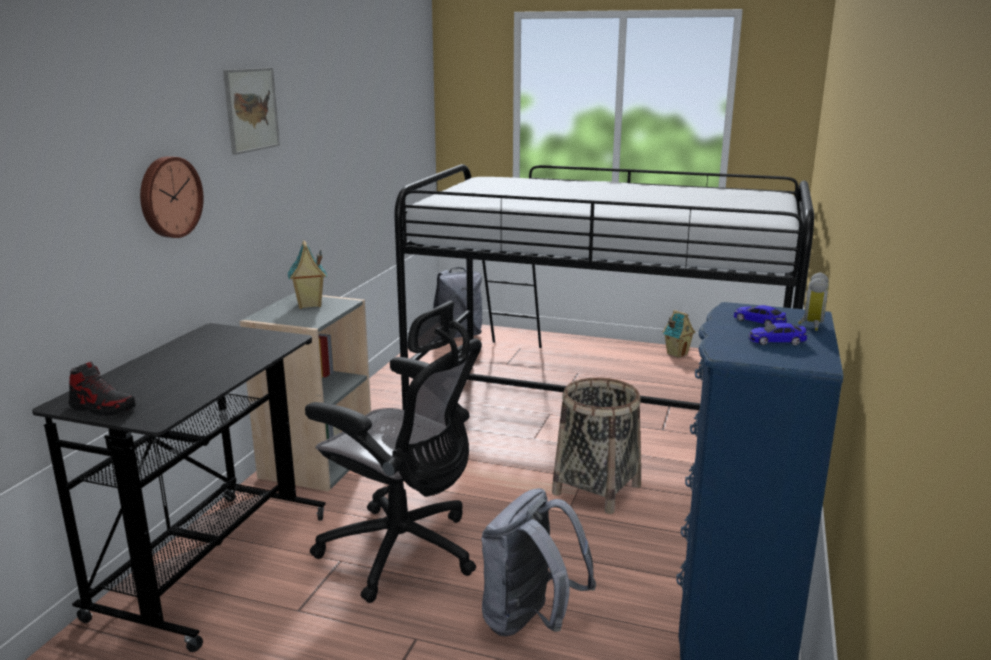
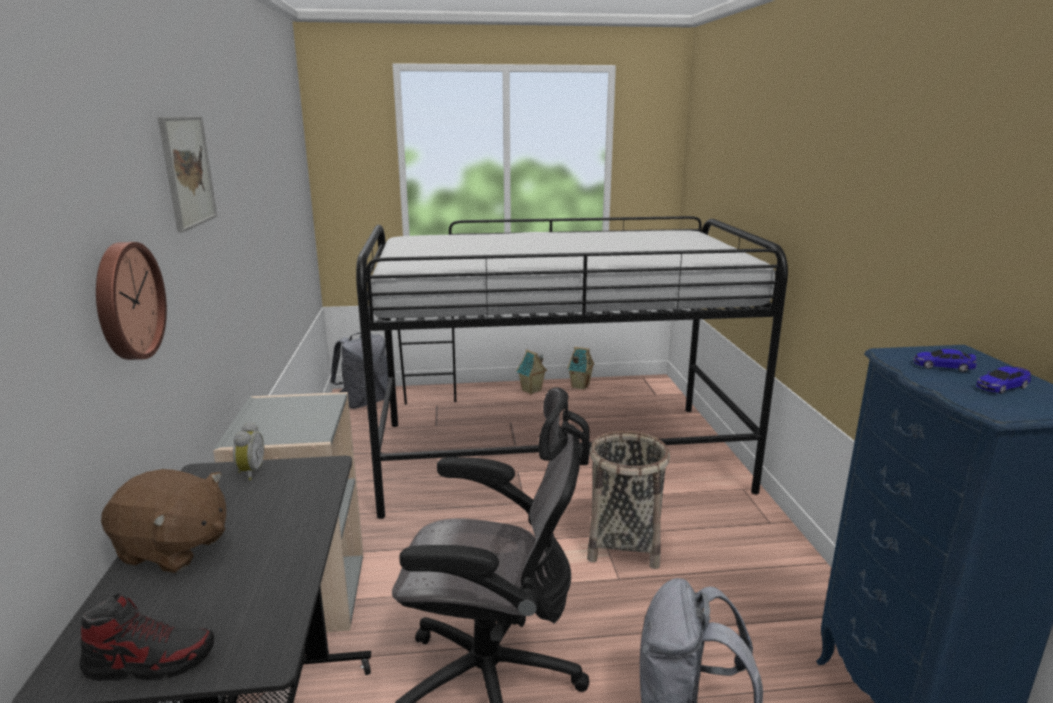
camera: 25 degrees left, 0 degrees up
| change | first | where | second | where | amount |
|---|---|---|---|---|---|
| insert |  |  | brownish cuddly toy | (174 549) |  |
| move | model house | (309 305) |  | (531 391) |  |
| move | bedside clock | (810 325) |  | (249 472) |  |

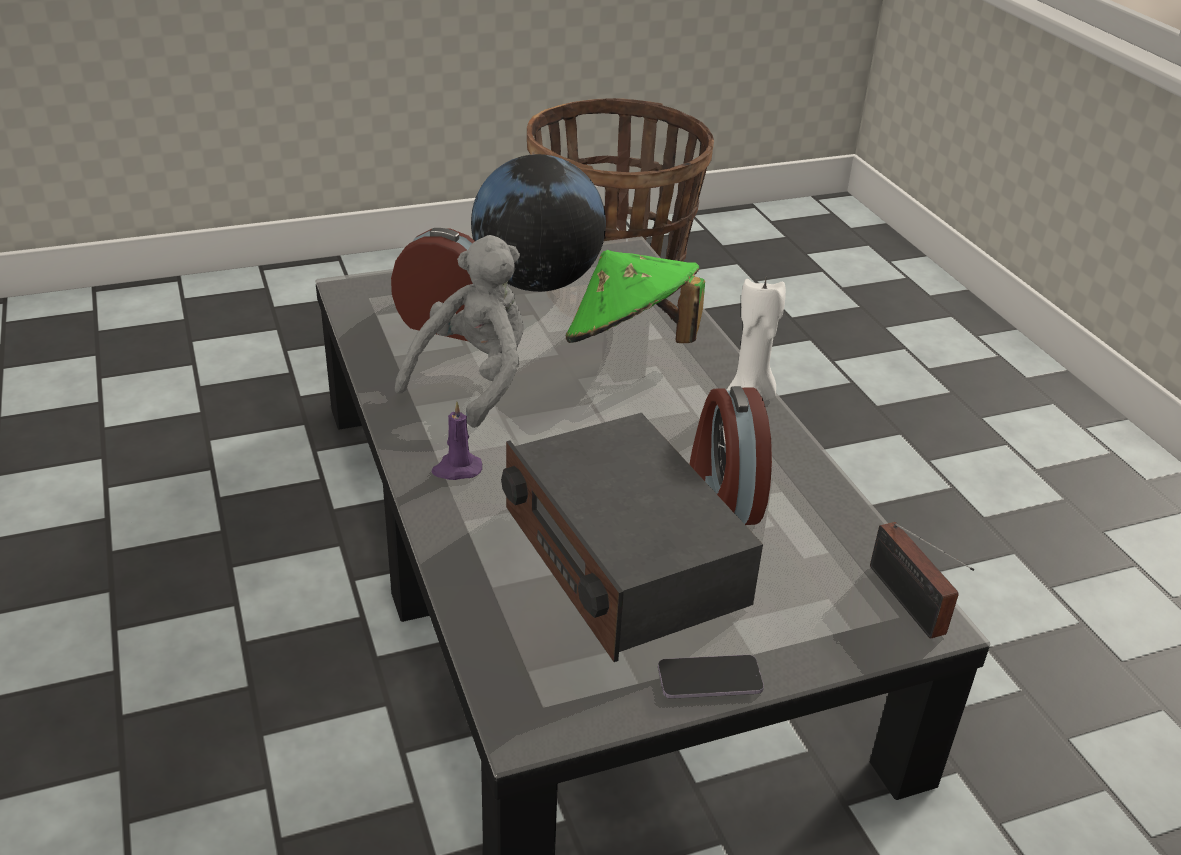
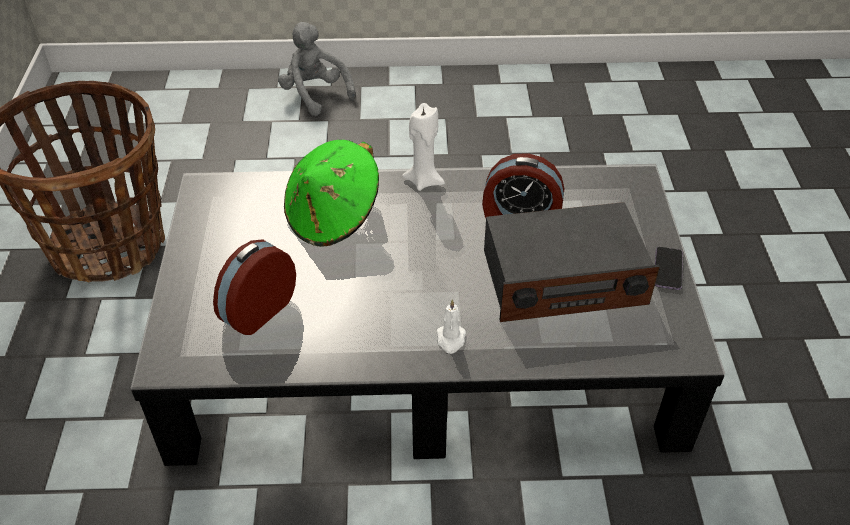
camera: 70 degrees left, 10 degrees up
| change | first | where | second | where | amount |
|---|---|---|---|---|---|
| delete | desk globe | (537 283) |  |  |  |
| delete | radio set | (909 604) |  |  |  |
| move | grey cuddly toy | (474 380) |  | (315 94) |  |
| recolor | purplish wax candle | (456 469) | white wax candle | (451 339) |  |

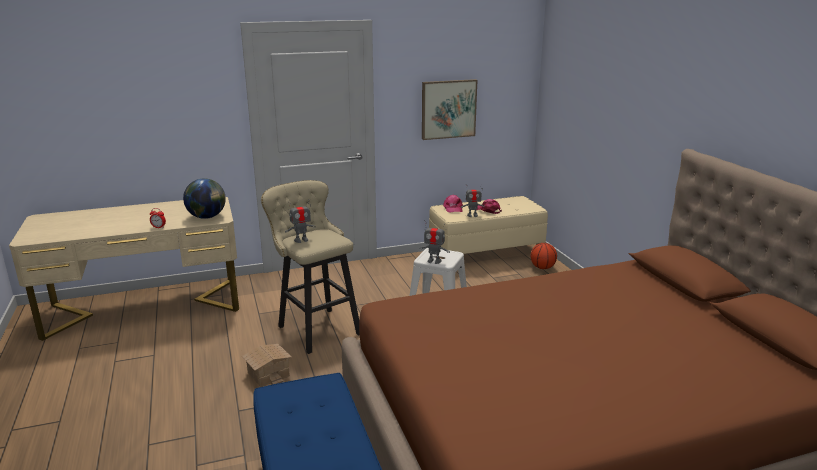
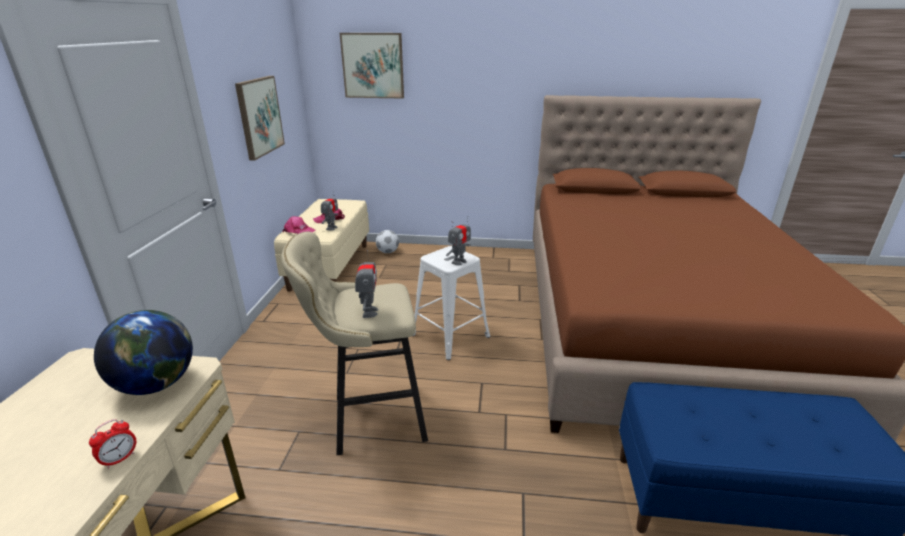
camera: 65 degrees left, 5 degrees up
| change | first | where | second | where | amount |
|---|---|---|---|---|---|
| delete | model house | (269 374) |  |  |  |
| insert |  |  | wall picture | (373 66) |  |
| replace | ball for basketball | (542 268) | football | (388 252) |  |

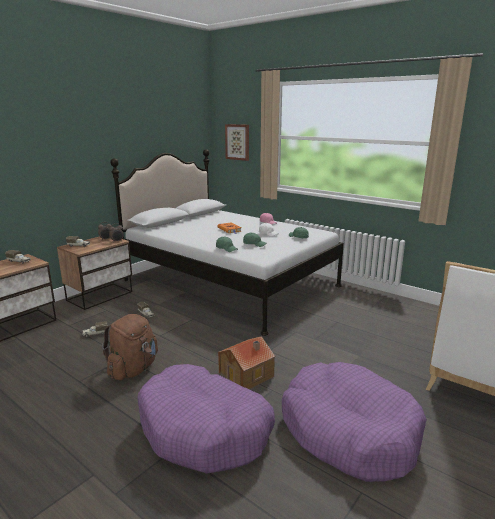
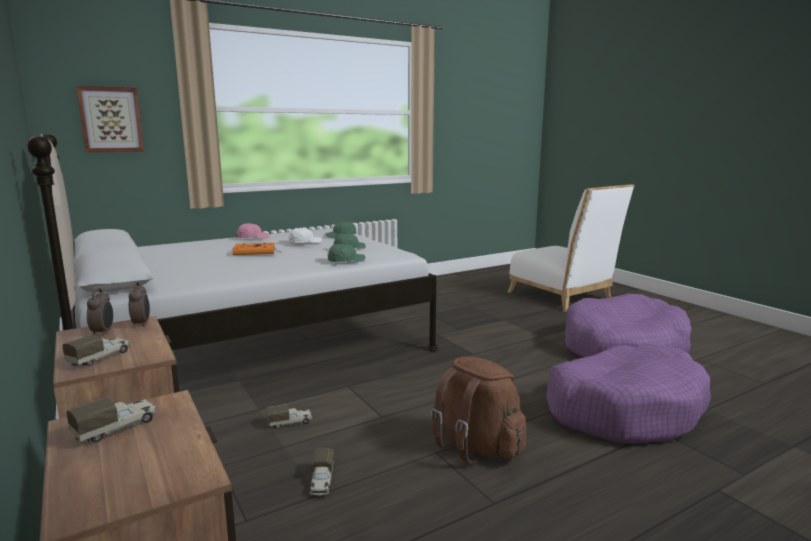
camera: 70 degrees left, 5 degrees down
| change | first | where | second | where | amount |
|---|---|---|---|---|---|
| delete | model house | (247 375) |  |  |  |

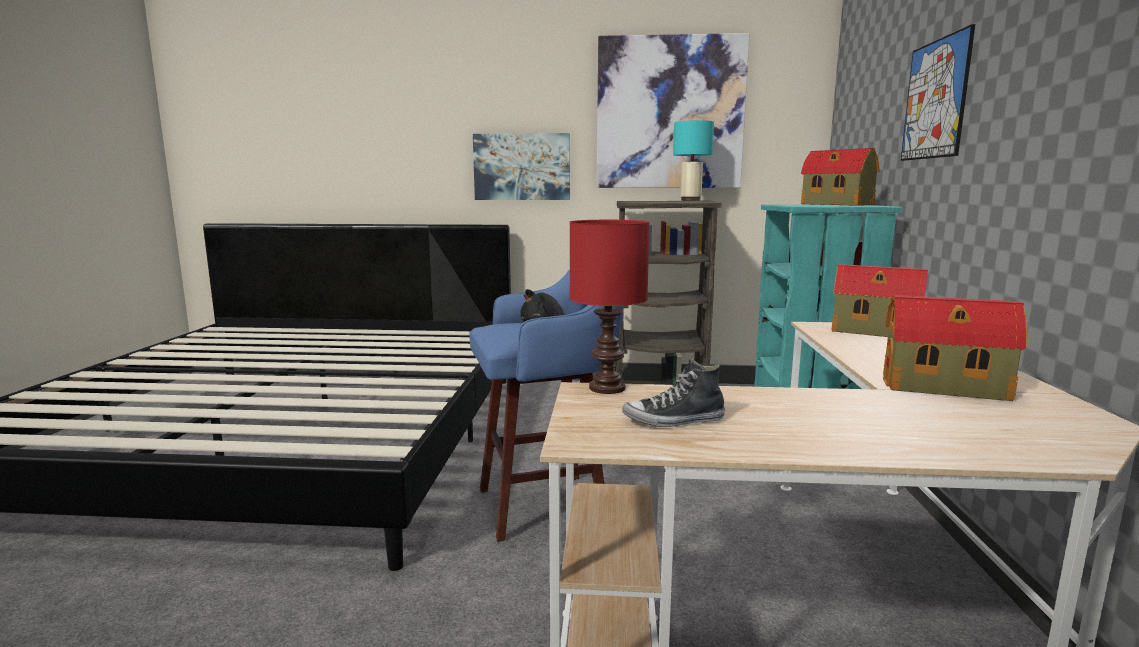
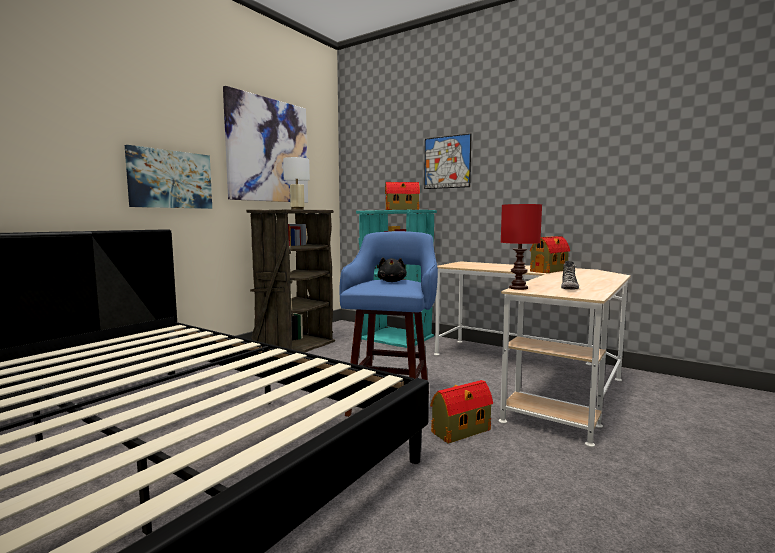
camera: 60 degrees left, 5 degrees down
| change | first | where | second | where | amount |
|---|---|---|---|---|---|
| move | model house | (872 331) |  | (460 431) |  |
| recolor | turquoise-coloured tabletop lamp | (690 200) | white tabletop lamp | (297 209) |  |

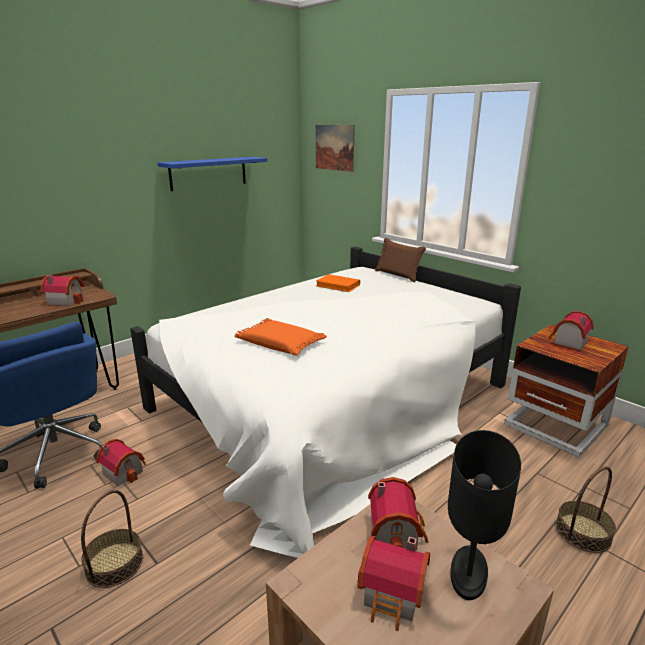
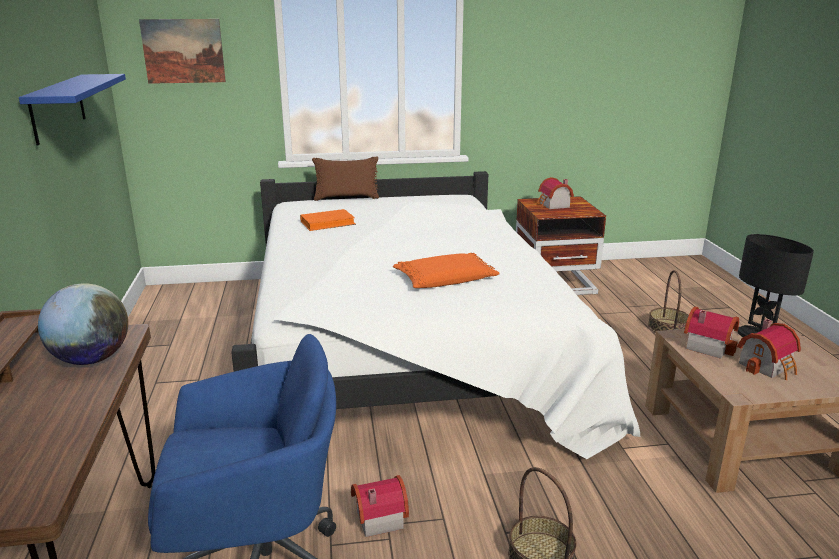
camera: 55 degrees left, 0 degrees up
| change | first | where | second | where | amount |
|---|---|---|---|---|---|
| replace | model house | (66 300) | desk globe | (91 359) |  |

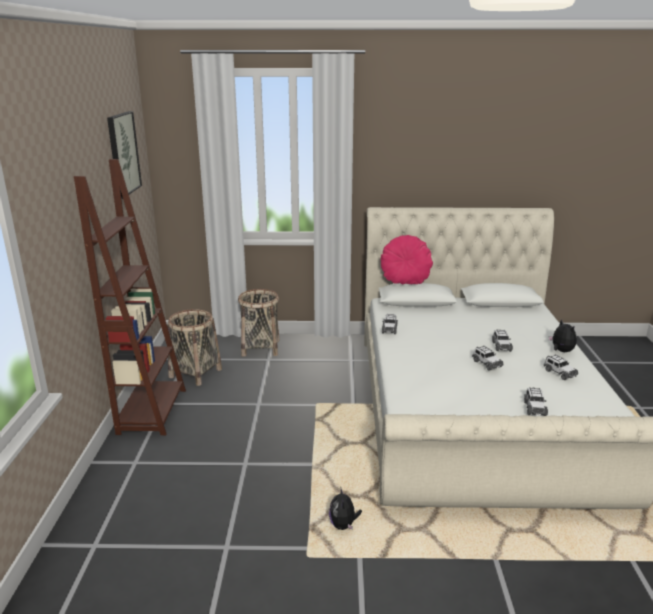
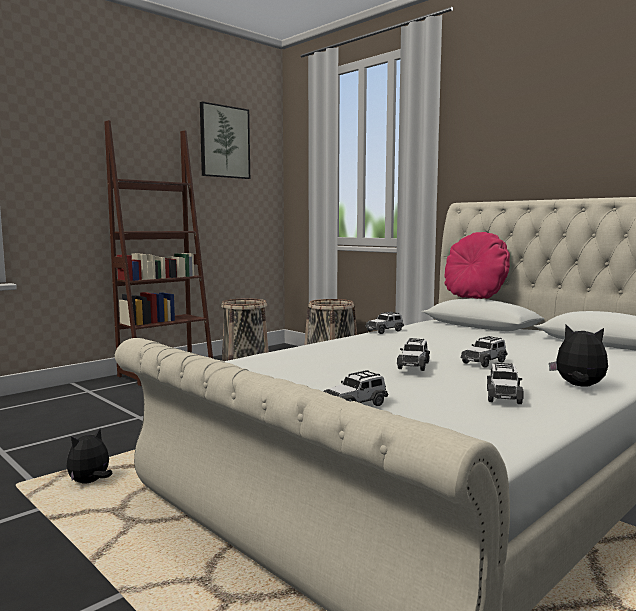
camera: 45 degrees right, 15 degrees down
| change | first | where | second | where | amount |
|---|---|---|---|---|---|
| rotate | cuddly toy | (561 351) |  | (579 386) | 75 degrees counterclockwise |

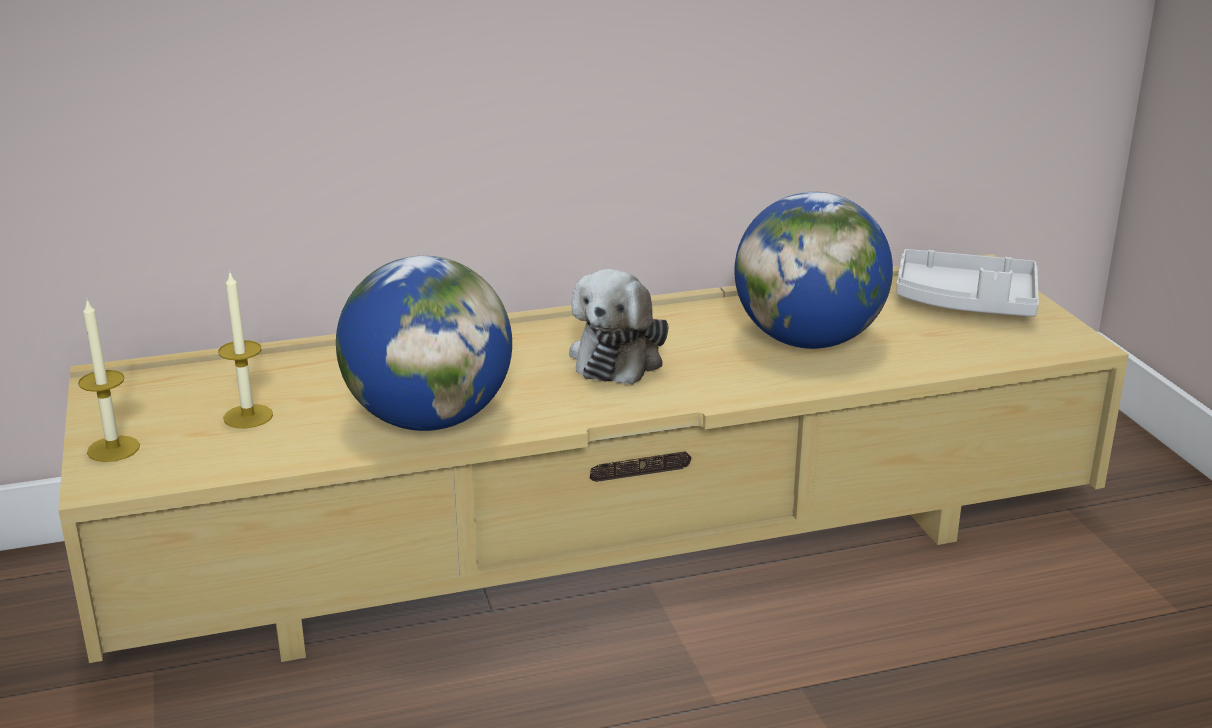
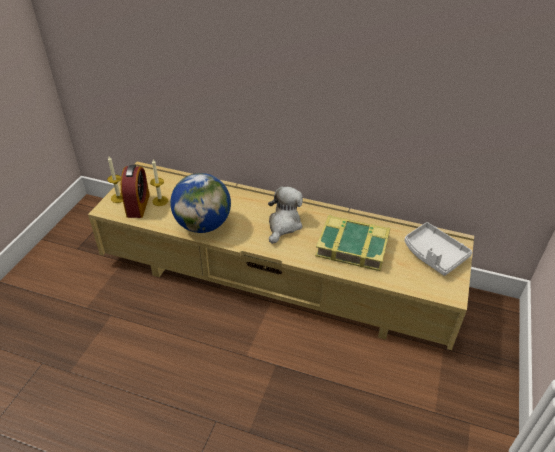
camera: 35 degrees right, 15 degrees up
| change | first | where | second | where | amount |
|---|---|---|---|---|---|
| insert |  |  | bedside clock | (138 205) |  |
| replace | desk globe | (807 340) | bound book | (352 246) |  |
| rotate | cuddly toy | (619 357) |  | (283 225) | 150 degrees clockwise |

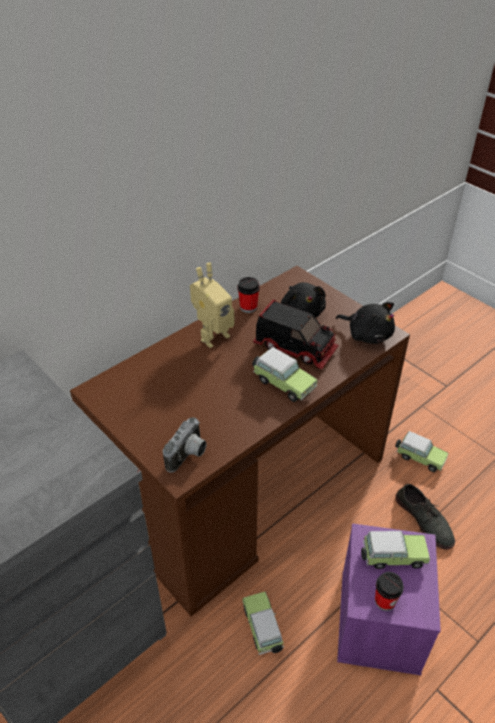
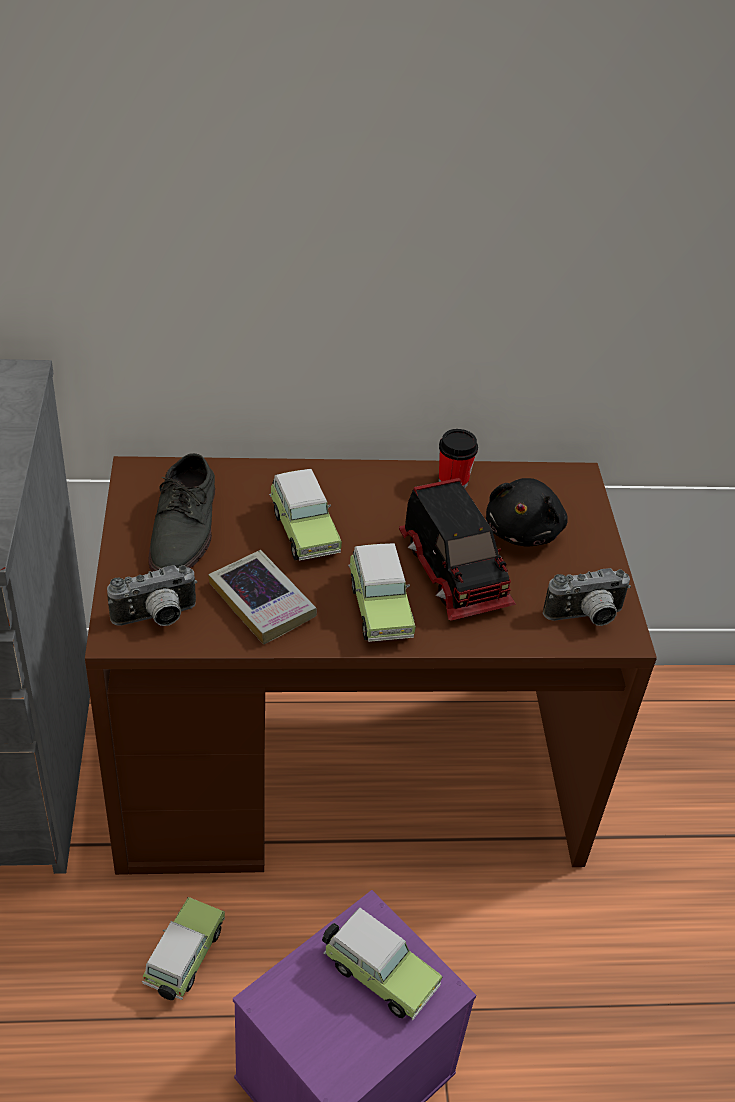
camera: 35 degrees right, 0 degrees up
| change | first | where | second | where | amount |
|---|---|---|---|---|---|
| delete | model robot | (212 336) |  |  |  |
| delete | drinking cup | (385 601) |  |  |  |
| insert |  |  | bound book | (262 602) |  |
| move | model car | (419 457) |  | (303 530) |  |
| move | grey low shoe | (424 519) |  | (185 528) |  |
| replace | black cuddly toy | (367 334) | photo camera | (586 617) |  |

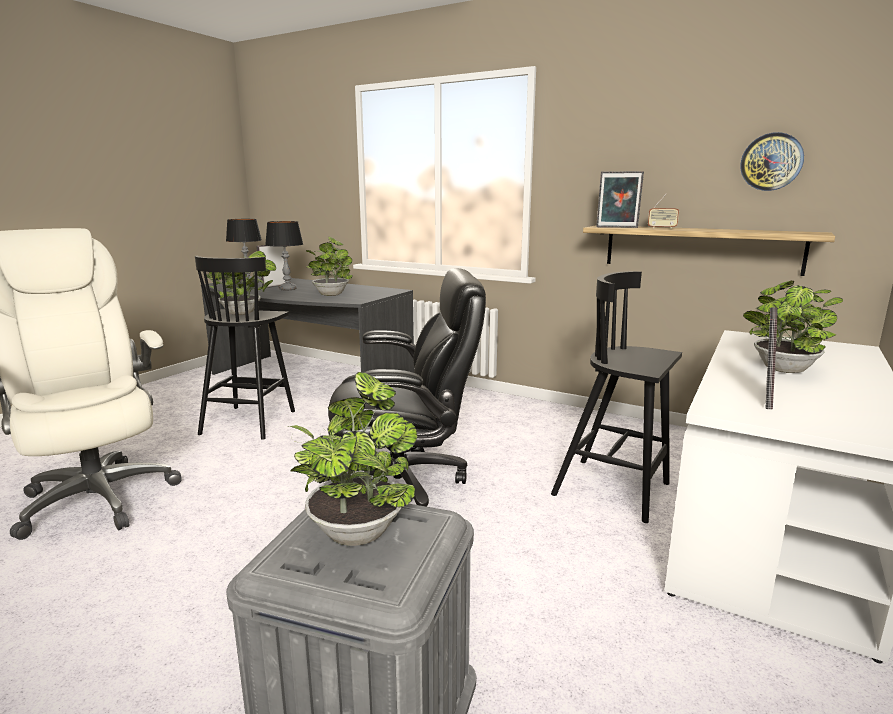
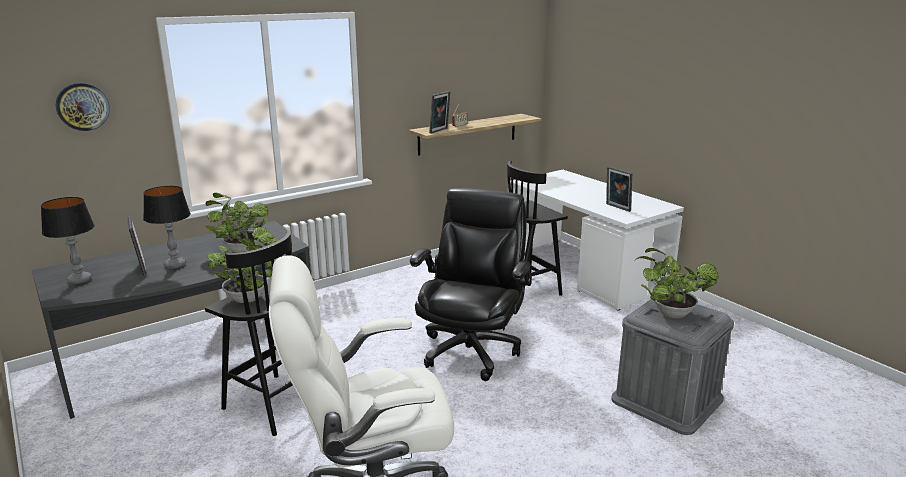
camera: 65 degrees left, 5 degrees up
| change | first | where | second | where | amount |
|---|---|---|---|---|---|
| delete | houseplant | (782 370) |  |  |  |
| move | hanging clock | (771 162) |  | (82 106) |  |

